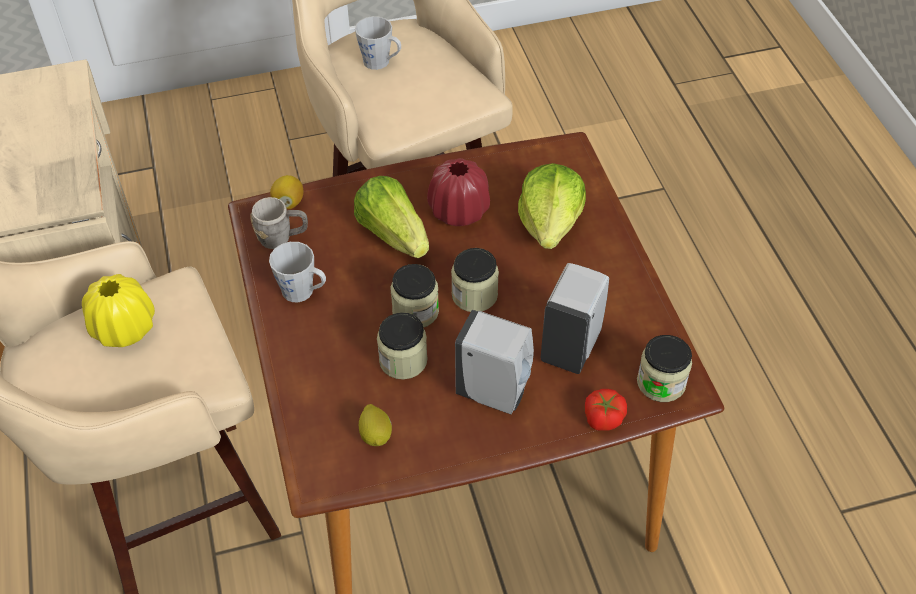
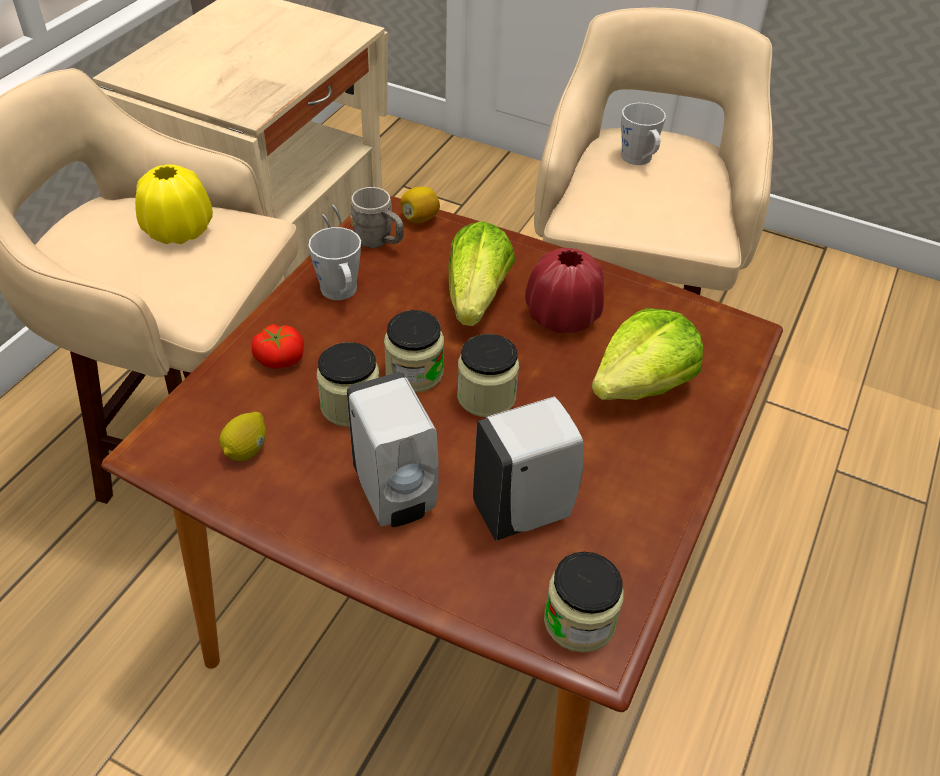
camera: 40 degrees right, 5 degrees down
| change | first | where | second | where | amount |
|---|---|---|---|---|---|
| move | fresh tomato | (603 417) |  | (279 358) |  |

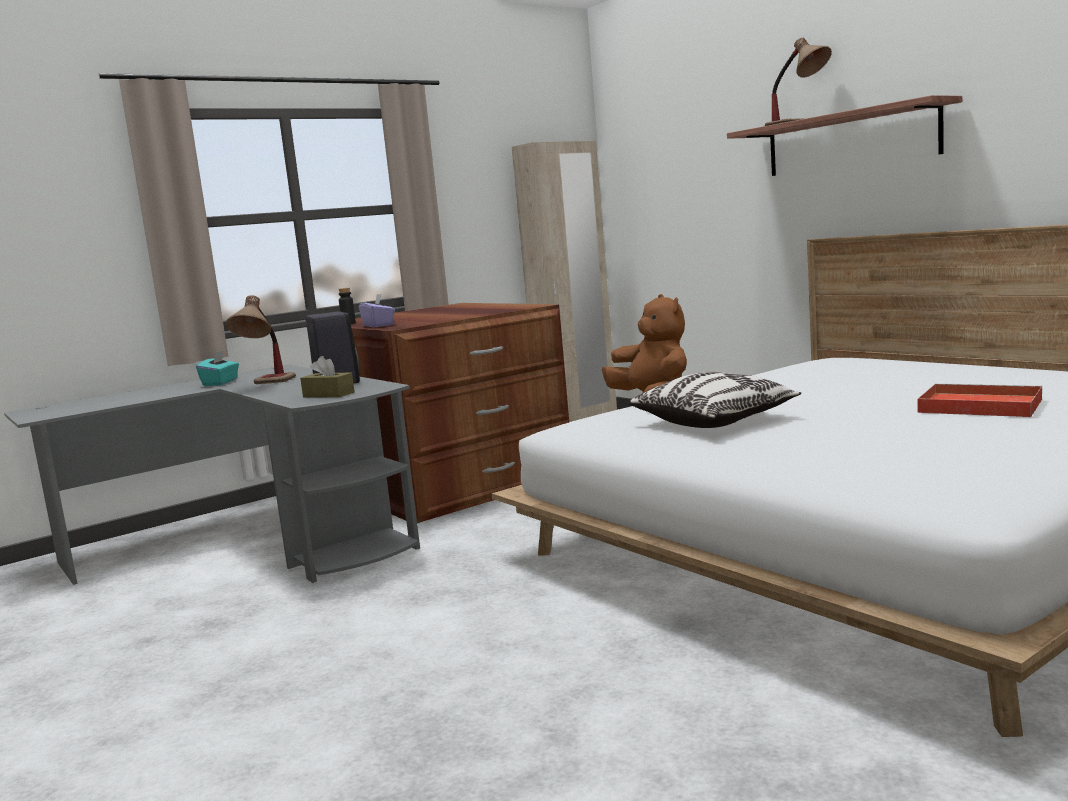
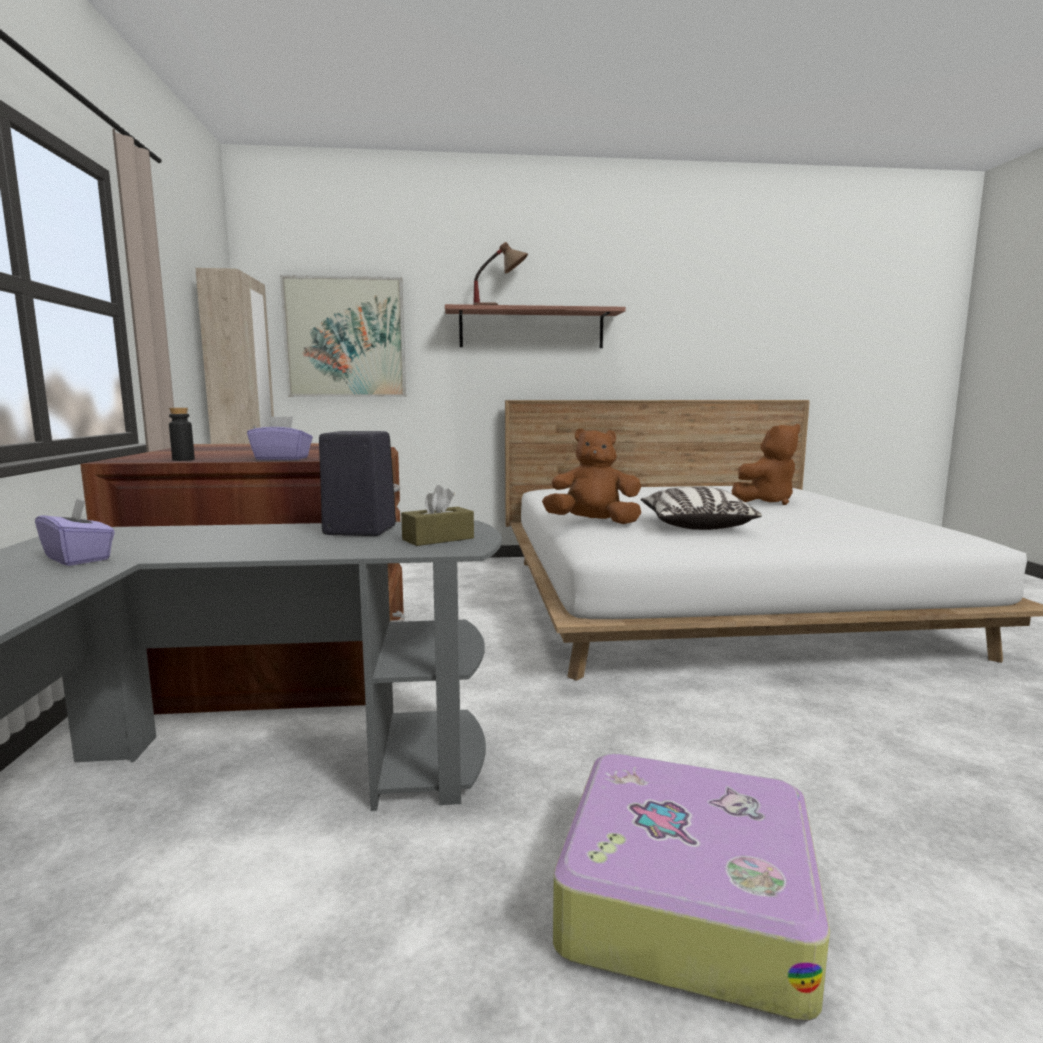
camera: 60 degrees left, 0 degrees up
| change | first | where | second | where | amount |
|---|---|---|---|---|---|
| delete | tabletop lamp | (267 384) |  |  |  |
| insert |  |  | wall picture | (345 338) |  |
| insert |  |  | suitcase | (684 898) |  |
| replace | red carrying tray | (977 406) | brownish cuddly toy | (766 501) |  |
| recolor | turquoise-coloured tissue box | (221 383) | purplish tissue box | (79 558) |  |

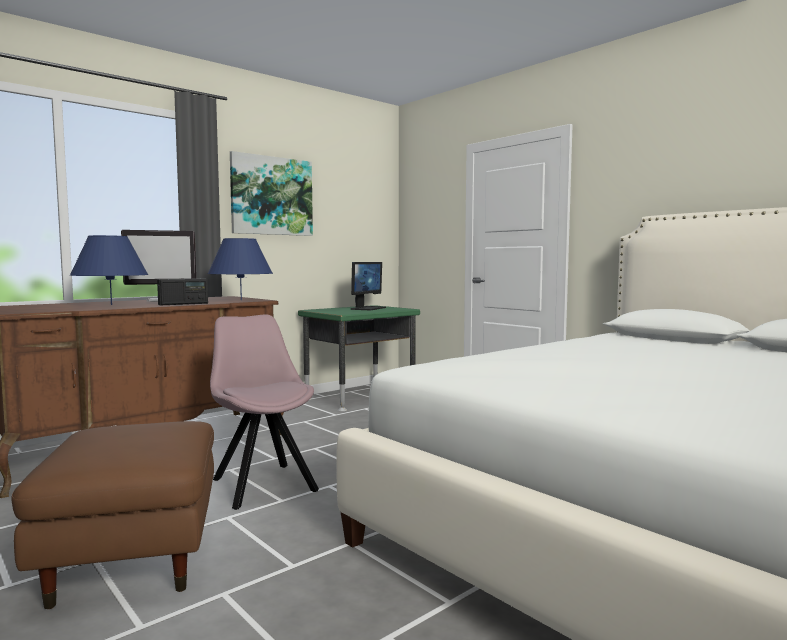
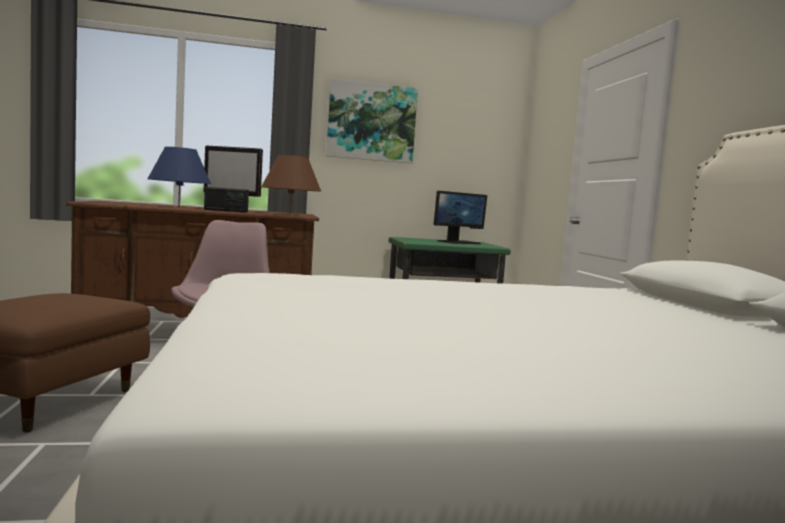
camera: 30 degrees right, 0 degrees up
| change | first | where | second | where | amount |
|---|---|---|---|---|---|
| recolor | bluish tabletop lamp | (241 300) | brownish tabletop lamp | (290 214) |  |

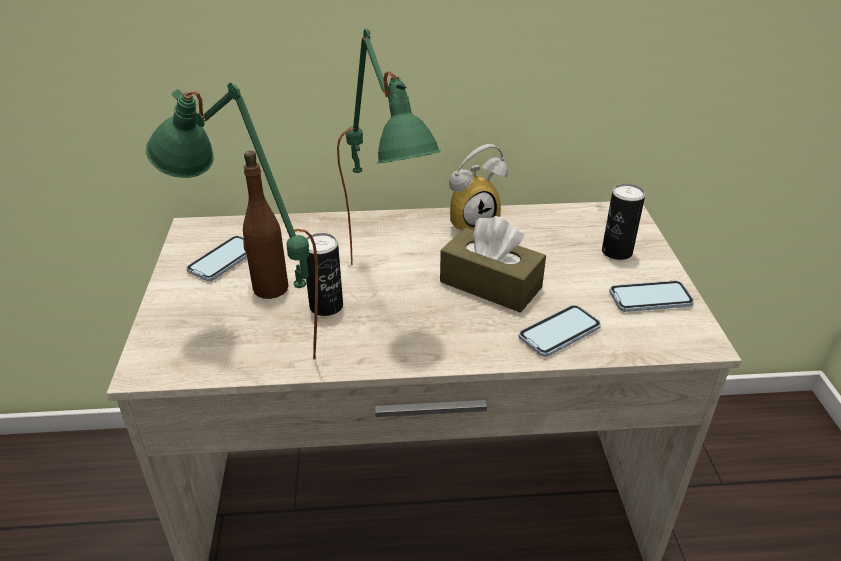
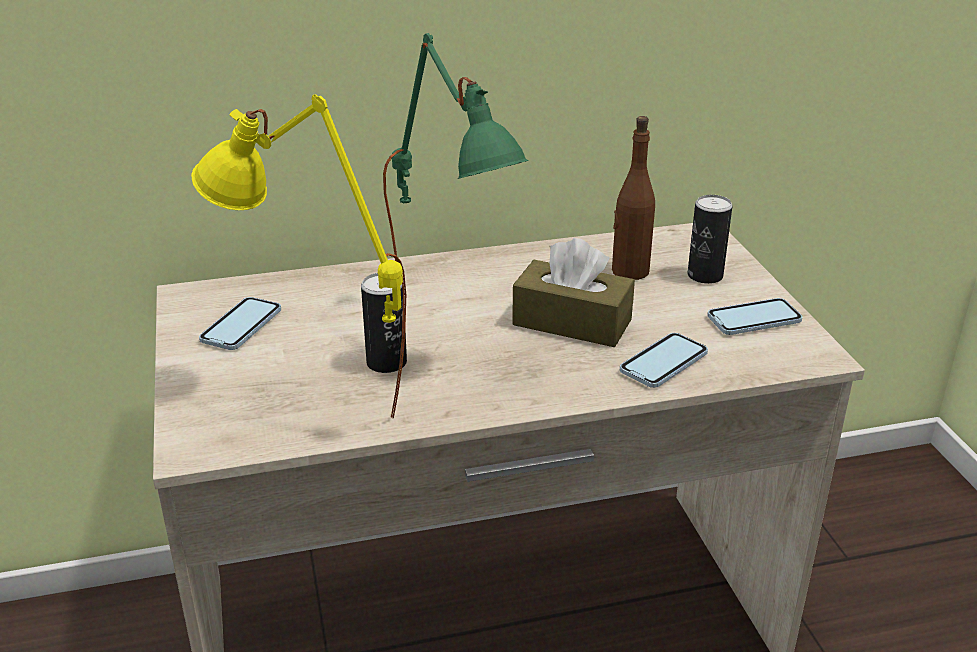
camera: 10 degrees left, 5 degrees down
| change | first | where | second | where | amount |
|---|---|---|---|---|---|
| delete | bedside clock | (472 222) |  |  |  |
| move | brownish beverage bottle | (270 288) |  | (629 271) |  |
| recolor | green tabletop lamp | (256 344) | yellow tabletop lamp | (316 410) |  |

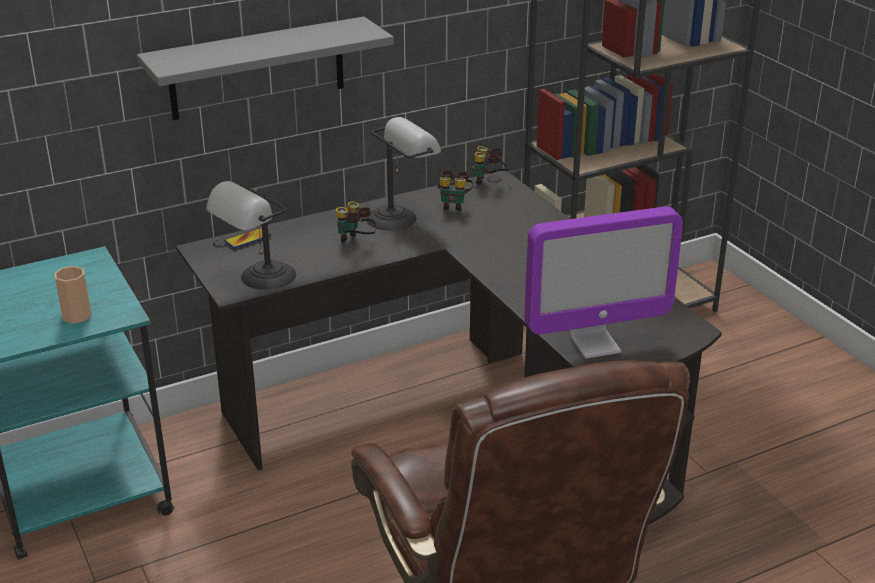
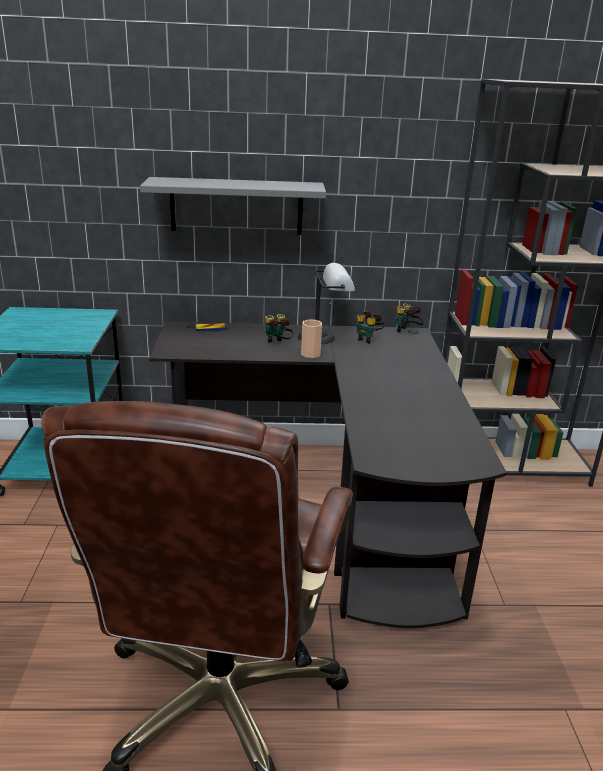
camera: 25 degrees right, 5 degrees down
| change | first | where | second | where | amount |
|---|---|---|---|---|---|
| delete | tabletop lamp | (259 280) |  |  |  |
| delete | computer display | (595 344) |  |  |  |
| move | drinking cup | (76 316) |  | (310 354) |  |

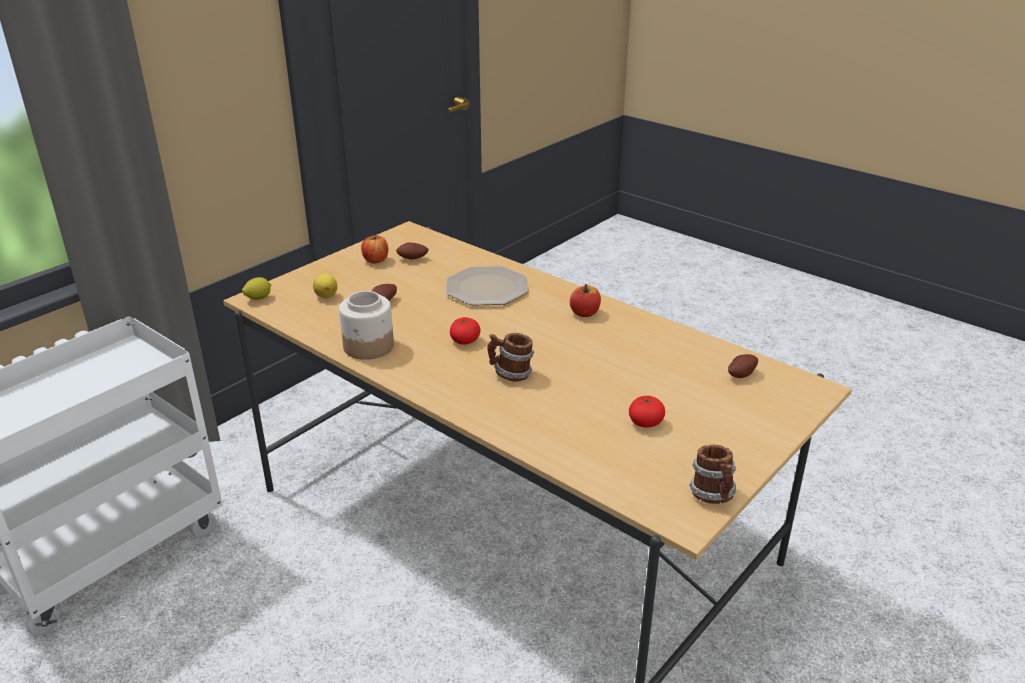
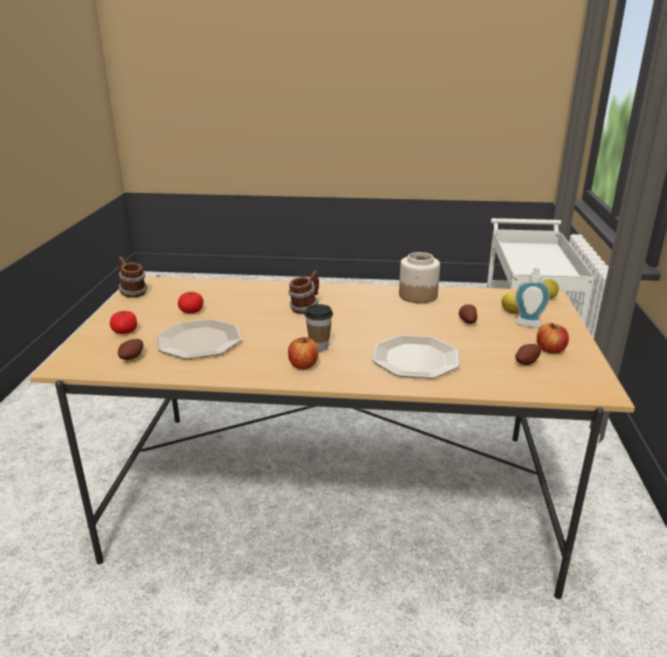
camera: 145 degrees right, 5 degrees down
| change | first | where | second | where | amount |
|---|---|---|---|---|---|
| insert |  |  | flat dish | (198 340) |  |
| insert |  |  | drinking cup | (319 347) |  |
| insert |  |  | soap bottle | (528 323) |  |
| move | fresh tomato | (465 340) |  | (125 331) |  |

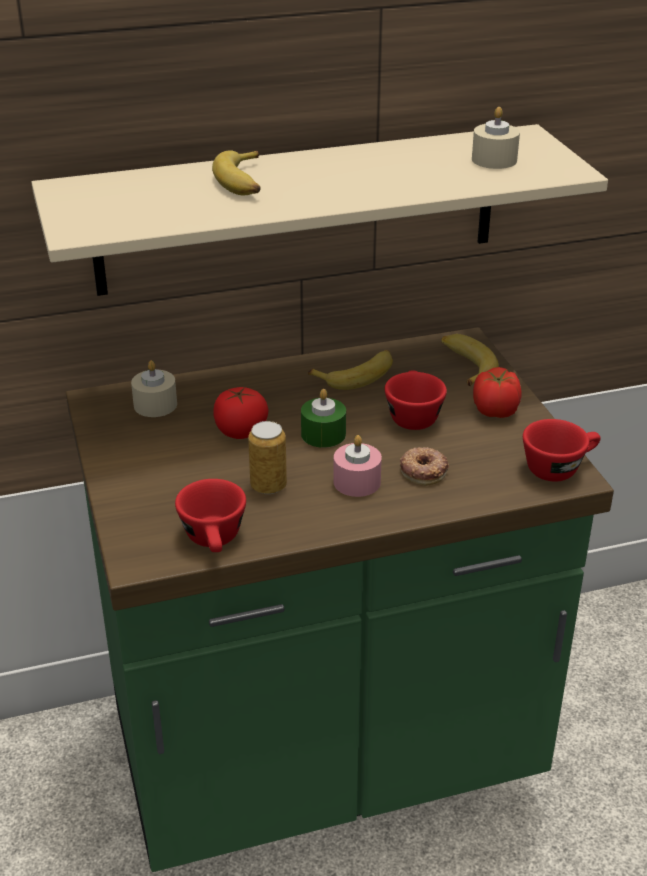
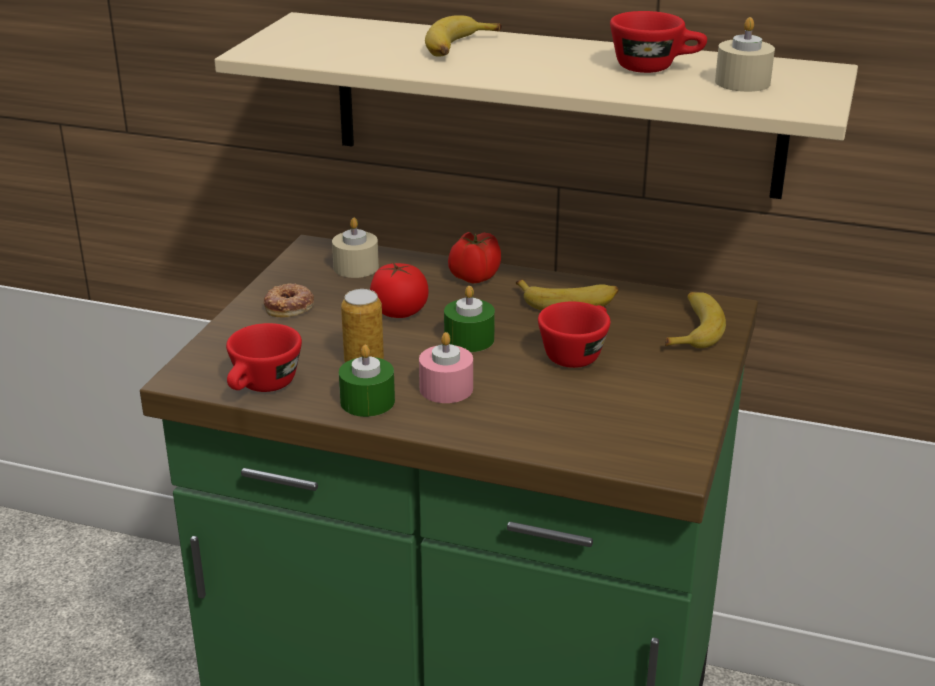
camera: 35 degrees right, 5 degrees down
| change | first | where | second | where | amount |
|---|---|---|---|---|---|
| insert |  |  | green wax candle | (367 401) |  |
| move | doughnut | (423 470) |  | (289 306) |  |
| move | fresh tomato | (494 411) |  | (474 277) |  |
| move | red drinking cup | (559 467) |  | (655 67) |  |

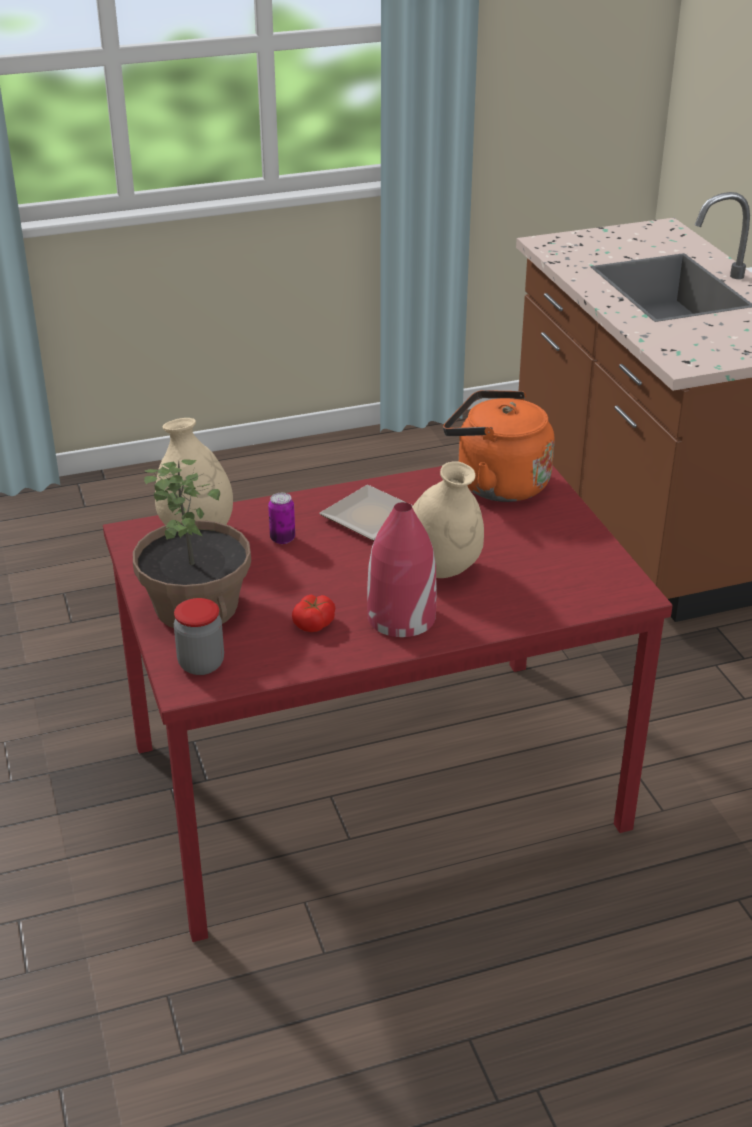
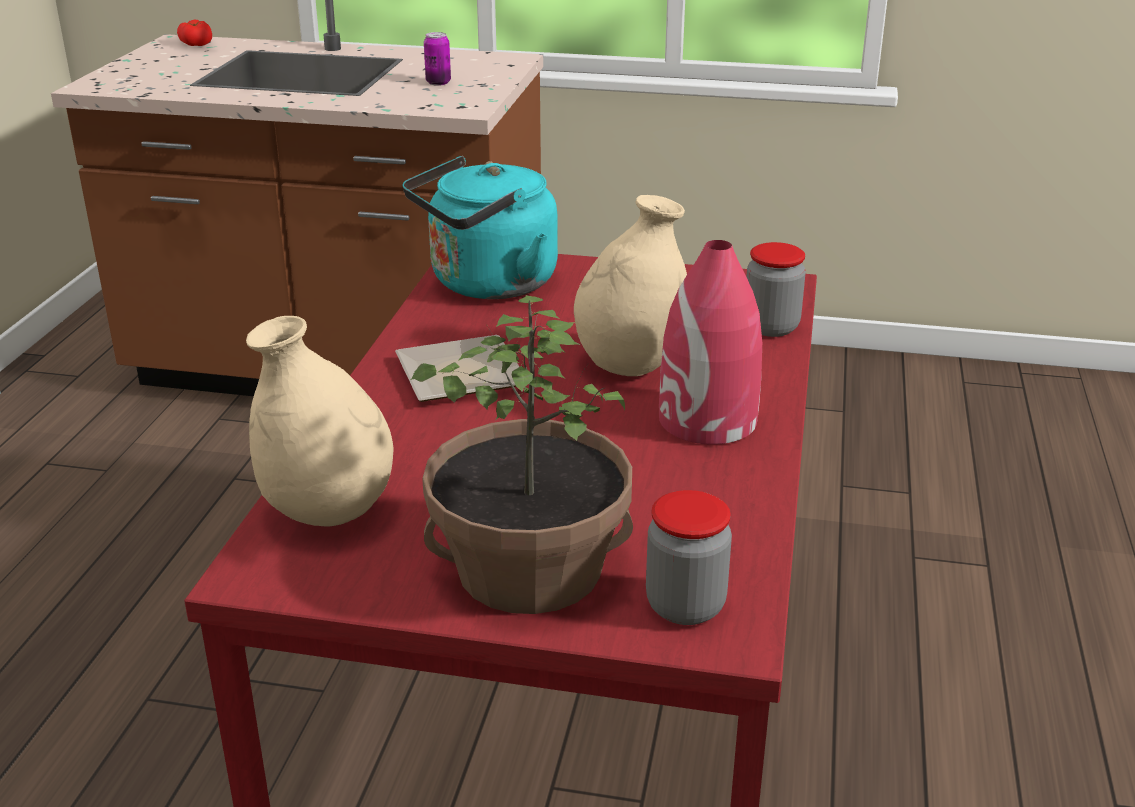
camera: 60 degrees left, 5 degrees down
| change | first | where | second | where | amount |
|---|---|---|---|---|---|
| insert |  |  | preserve jar | (771 327) |  |
| move | sealed can | (282 539) |  | (438 82) |  |
| move | fresh tomato | (314 623) |  | (196 44) |  |
| recolor | orangey kettle | (496 484) | turquoise-coloured kettle | (487 285) |  |

